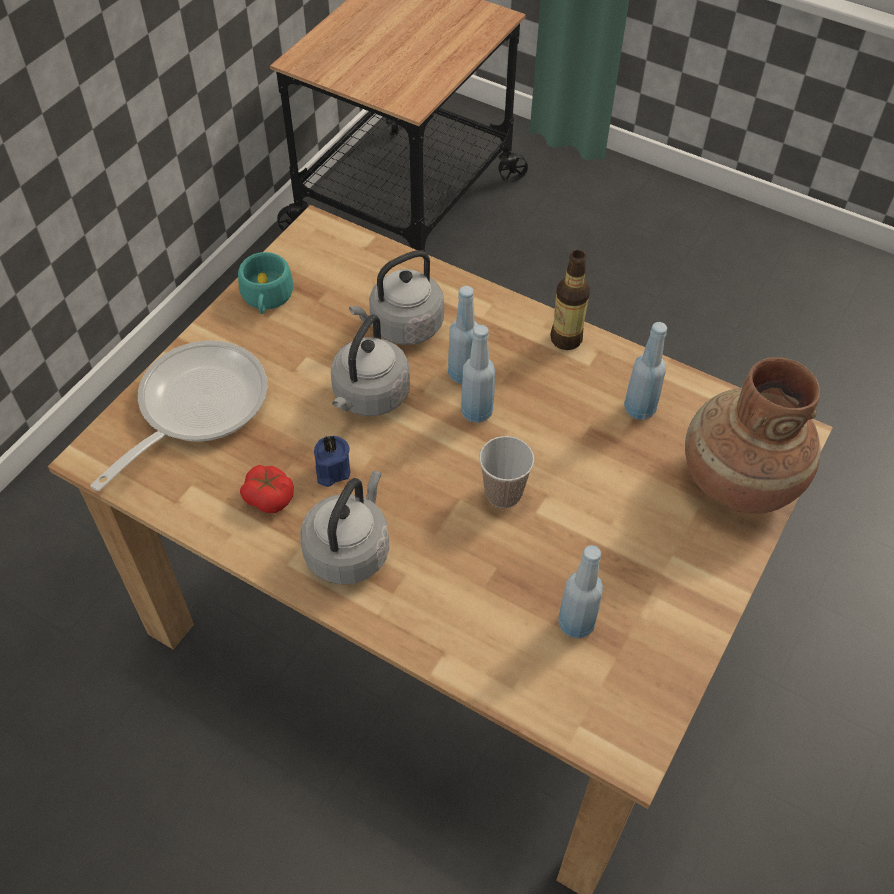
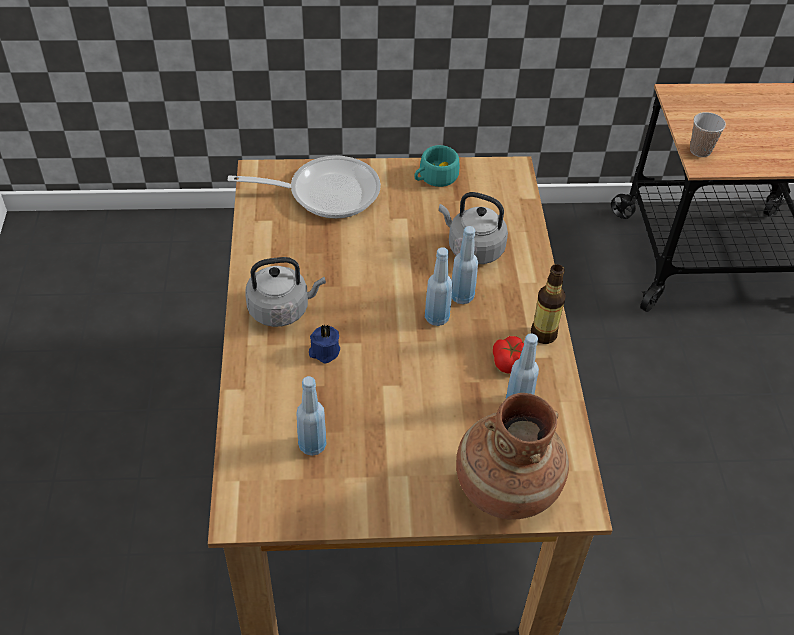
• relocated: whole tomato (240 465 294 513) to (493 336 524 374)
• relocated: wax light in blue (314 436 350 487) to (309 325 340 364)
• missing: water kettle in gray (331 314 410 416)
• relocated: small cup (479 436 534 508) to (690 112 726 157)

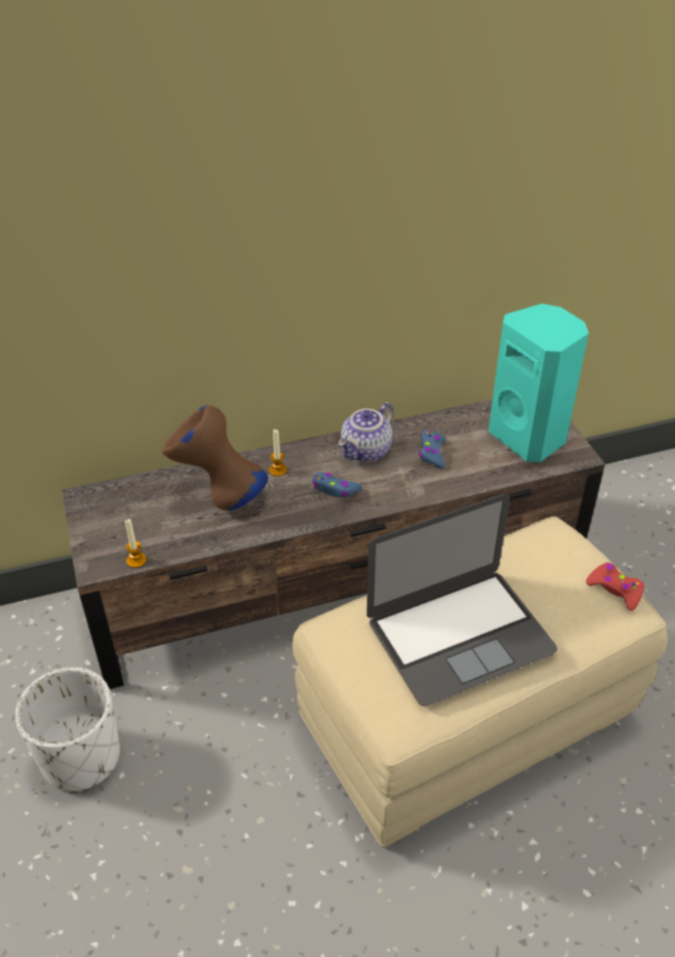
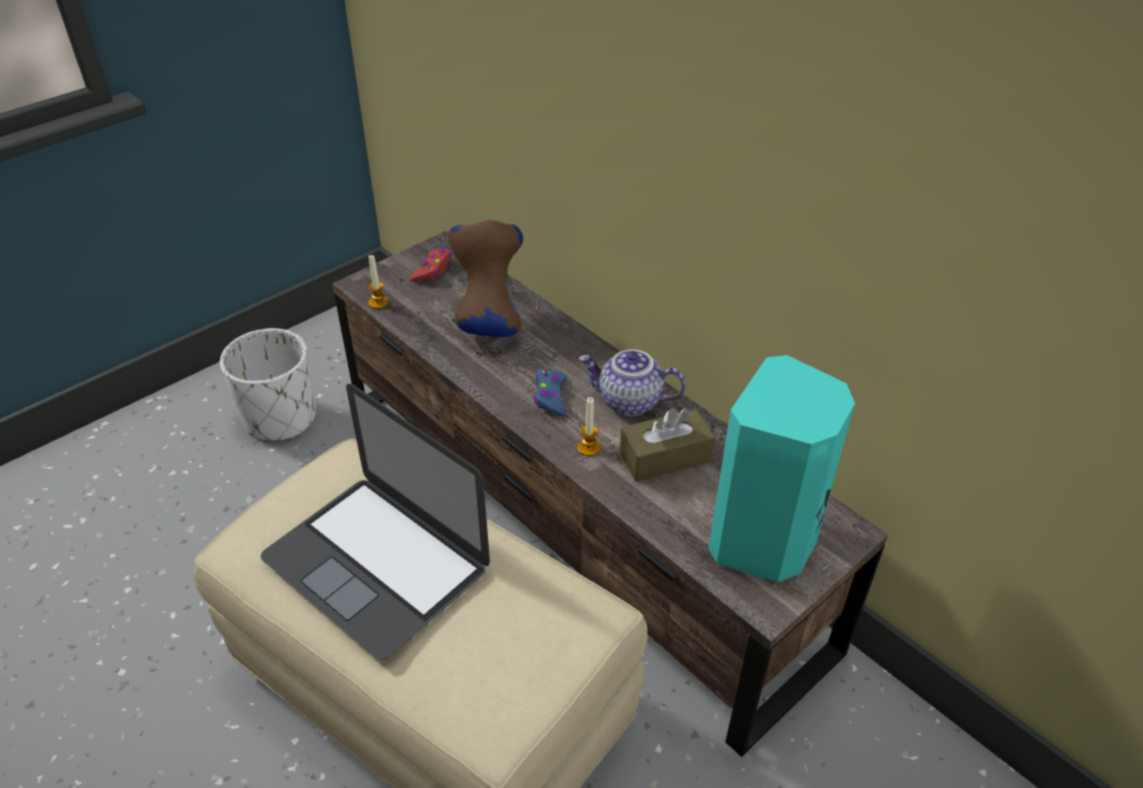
• relocated: wax light (269 429 287 476) to (577 397 600 456)
• exchanged: joypad in blue (419 430 446 469) to tissue holder in brownish (620 408 715 482)
• relocated: joypad in red (586 562 645 611) to (410 248 452 282)

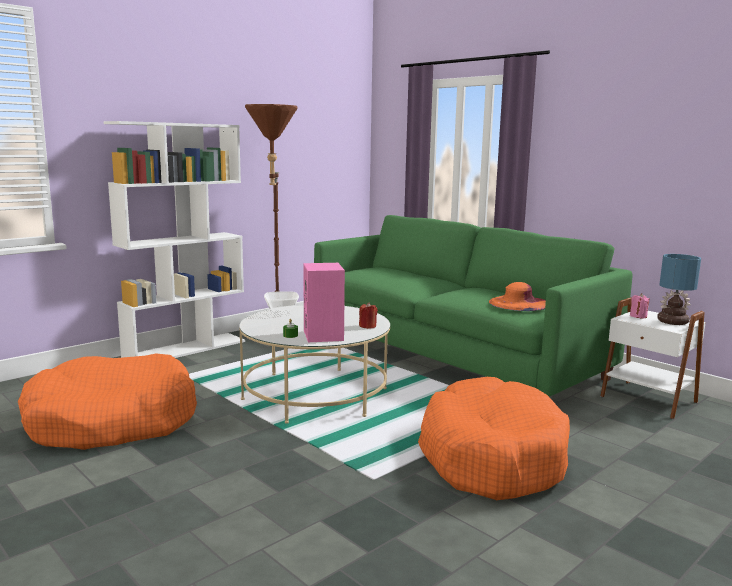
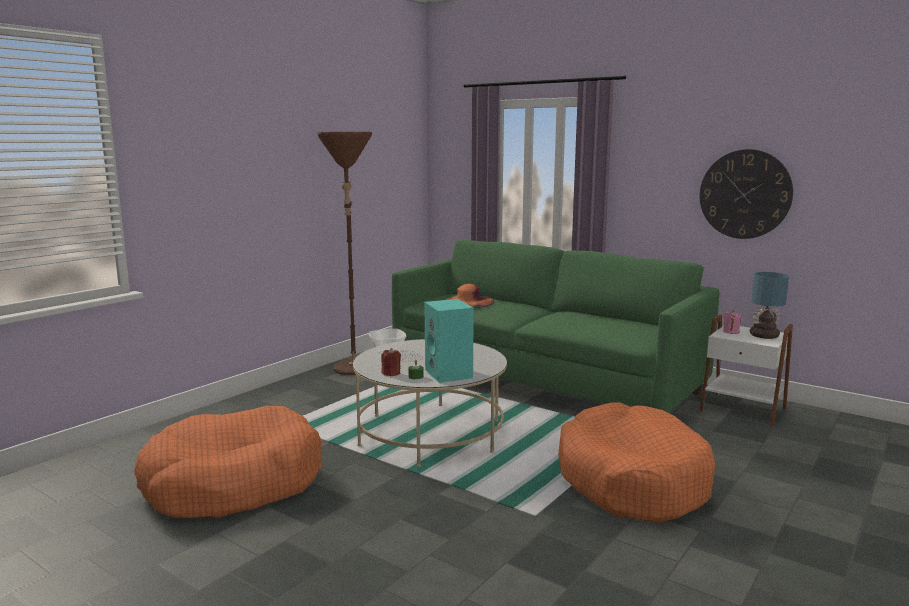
• missing: bookshelf in white (103 121 245 358)
• colour: speaker in pink-coloured (303 263 345 342) to speaker in turquoise (424 299 474 383)
• relocated: wax light in red (359 302 378 329) to (381 348 401 376)
• relocated: wearable hat in orange-coloured (489 282 546 311) to (447 284 494 308)
• appeared: hanging clock (699 149 793 239)

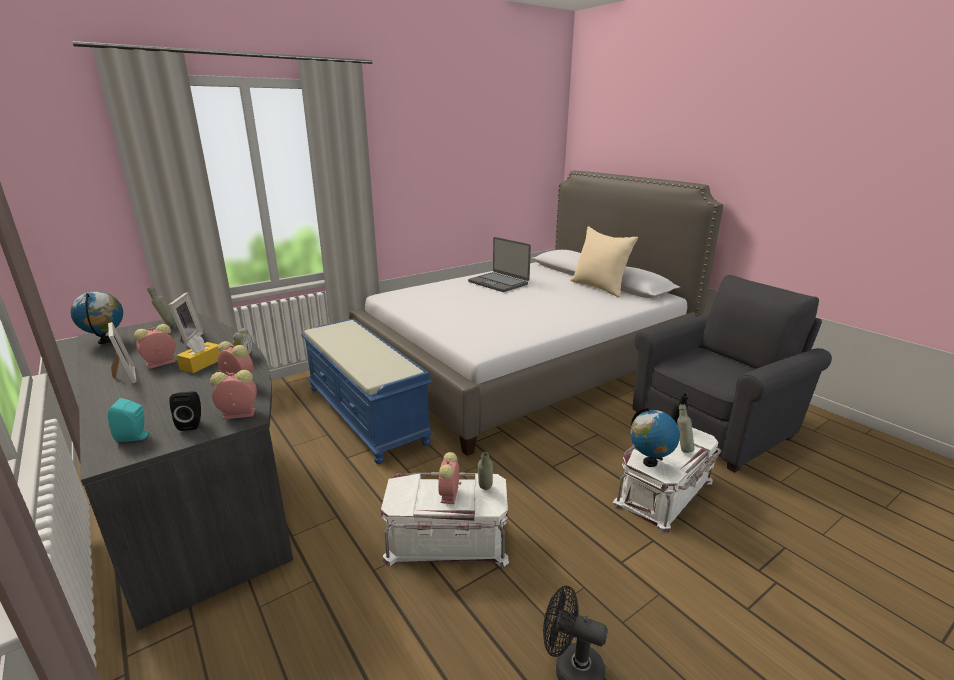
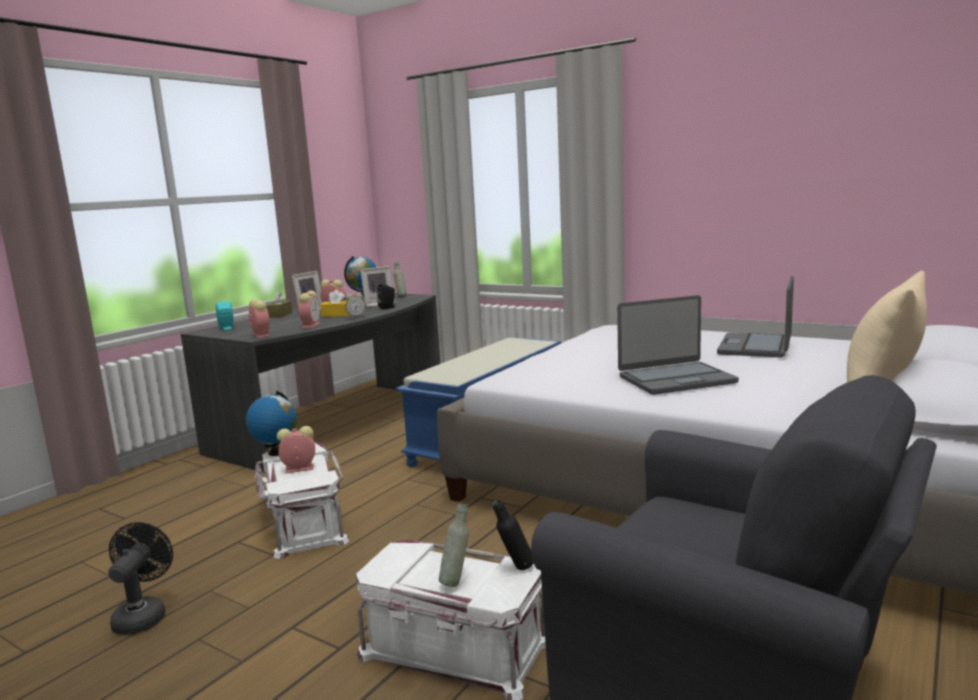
• relocated: speaker in blackish (169 391 201 431) to (377 284 395 309)
• missing: beverage bottle in gray (478 452 493 490)
• relocated: world globe (630 407 680 467) to (246 391 297 456)
• appeared: tissue holder in brownish (266 291 292 318)
• appeared: portable computer (617 295 739 395)

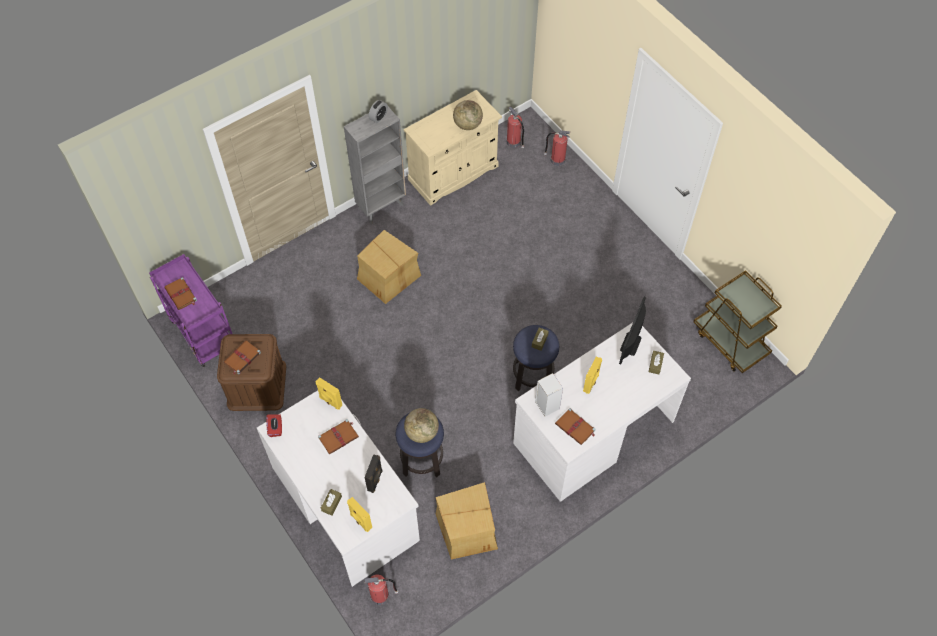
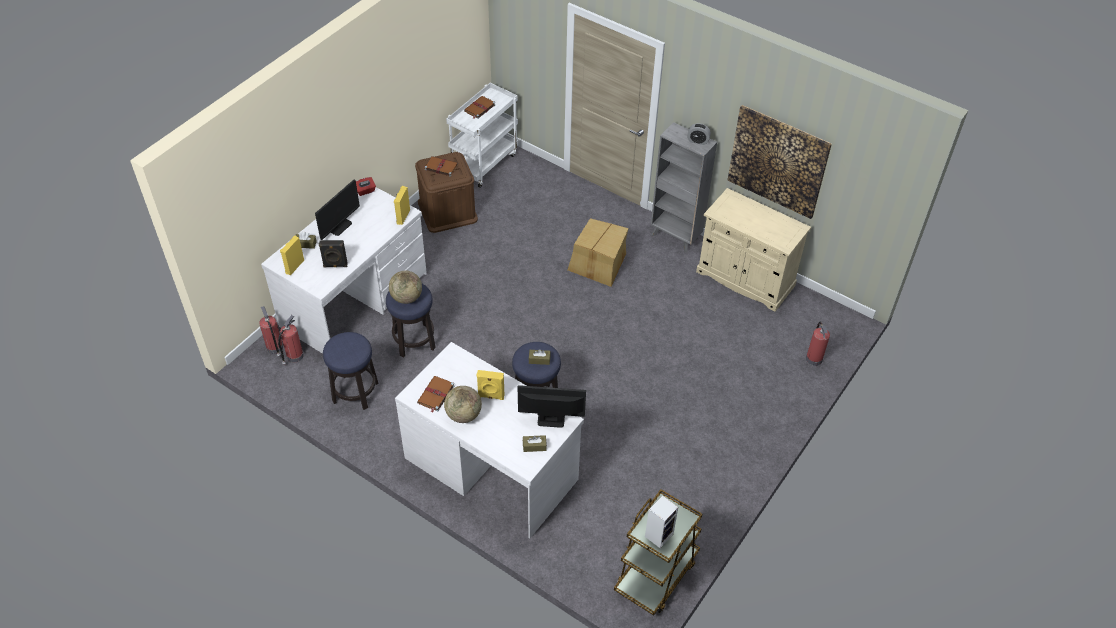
• colour: cart in purple-coloured (149 254 232 367) to cart in white (446 83 518 188)
• missing: bound book in brownish (318 419 359 454)
• exchanged: cardboard box (436 482 498 559) to stool (323 332 379 410)
• relocated: world globe (453 100 483 130) to (444 386 482 423)
• relocated: fire extinguisher (507 106 524 149) to (278 315 304 366)
• relocated: speaker (535 373 563 417) to (645 495 678 548)
• appeared: monitor (315 180 360 240)
• appeared: picture (727 105 832 219)

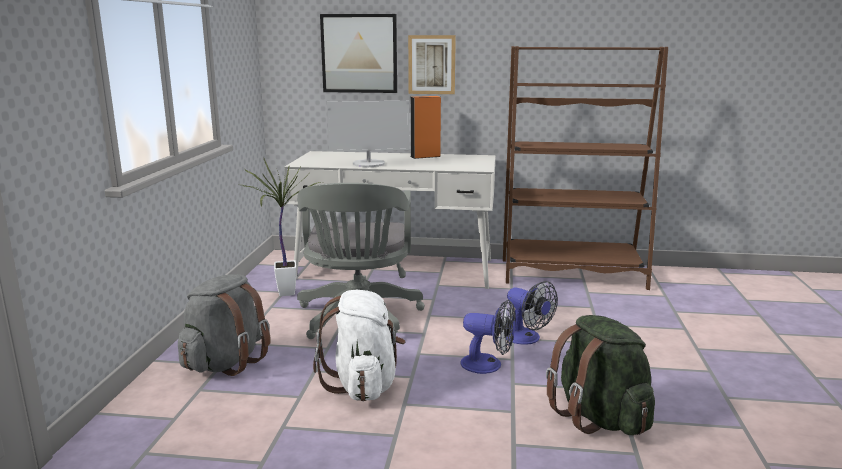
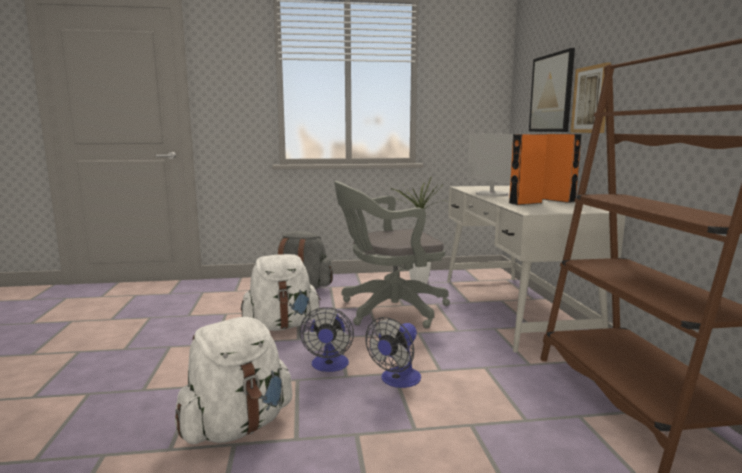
• colour: rucksack in green-coloured (546 315 655 435) to rucksack in white (175 317 293 444)
• appeared: speaker in orange-coloured (509 134 547 205)

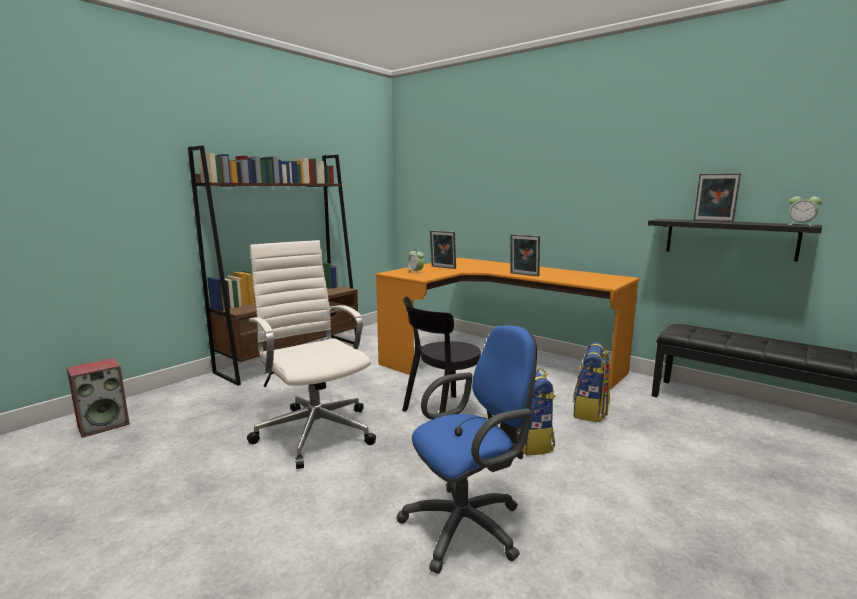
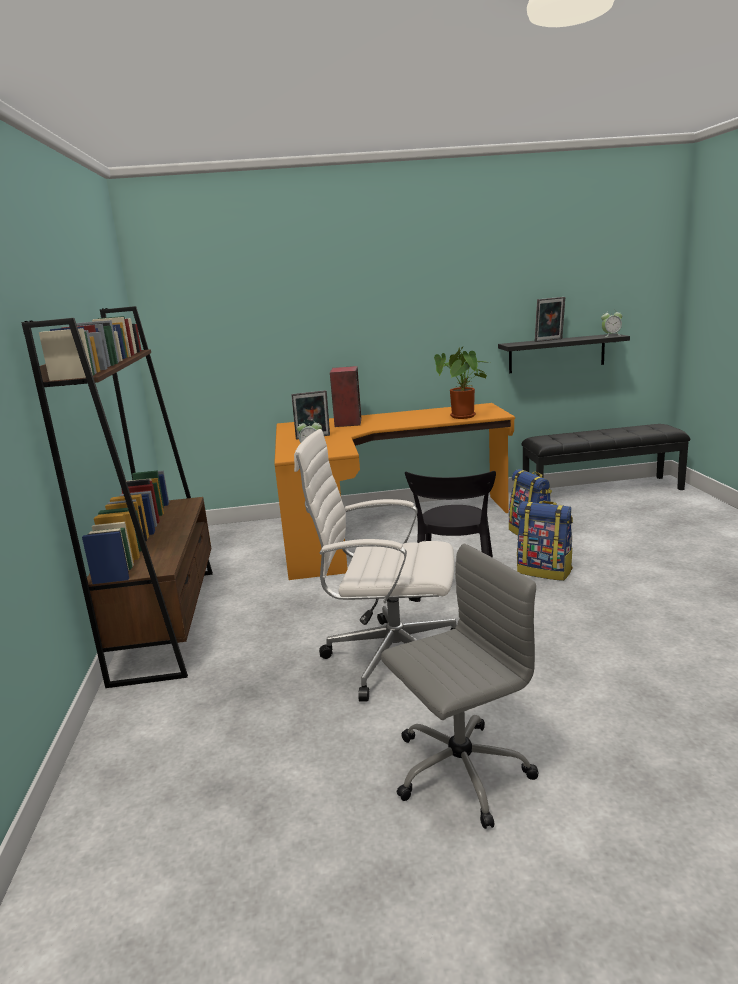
• relocated: speaker (66 358 130 438) to (330 366 361 427)
• missing: office chair in blue (396 325 537 574)
• missing: standing frame (510 234 540 276)
• appeared: office chair in gray (381 544 539 829)
• appeared: plant in a pot (434 347 490 419)

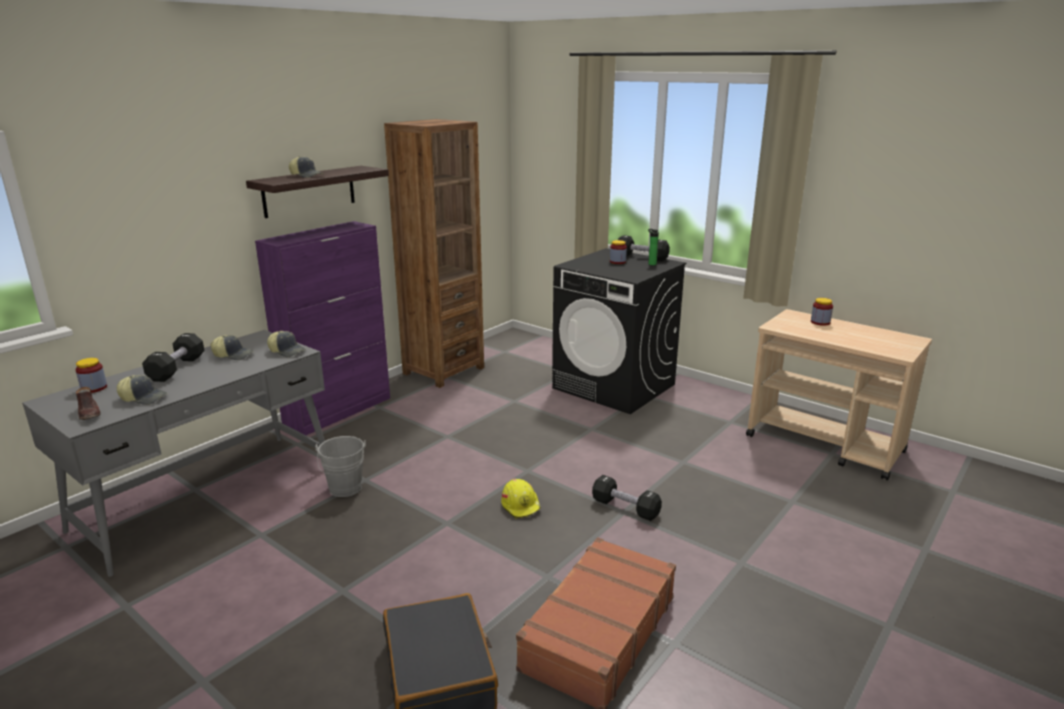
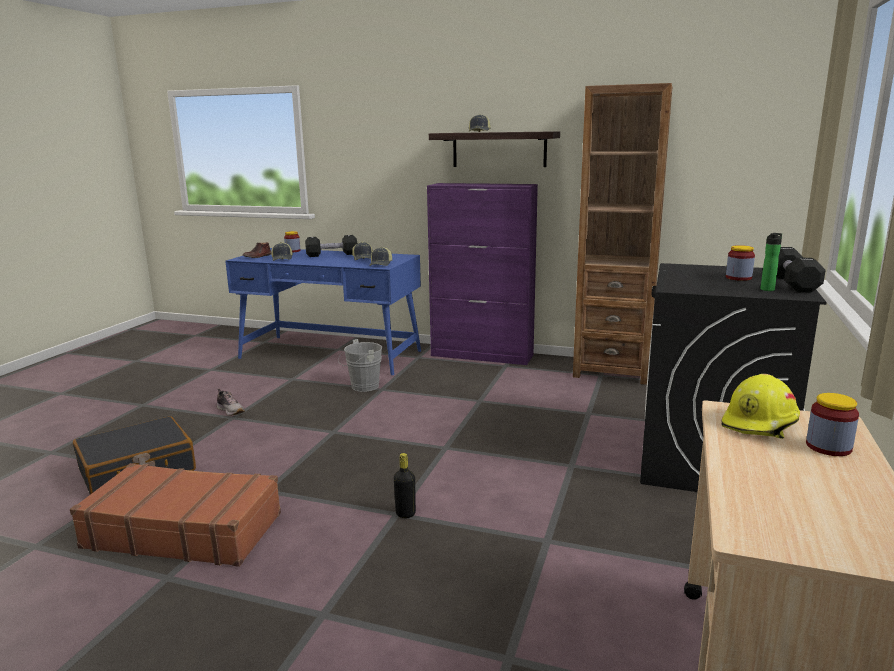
• colour: desk in gray (22 330 325 577) to desk in blue (225 248 421 375)
• relocated: work helmet in yellowish (501 479 541 519) to (721 374 800 439)
• exchanged: dumbbell in blackish (592 475 662 521) to beverage bottle in blackish (394 453 416 518)
• appeared: item of footwear (217 389 245 416)

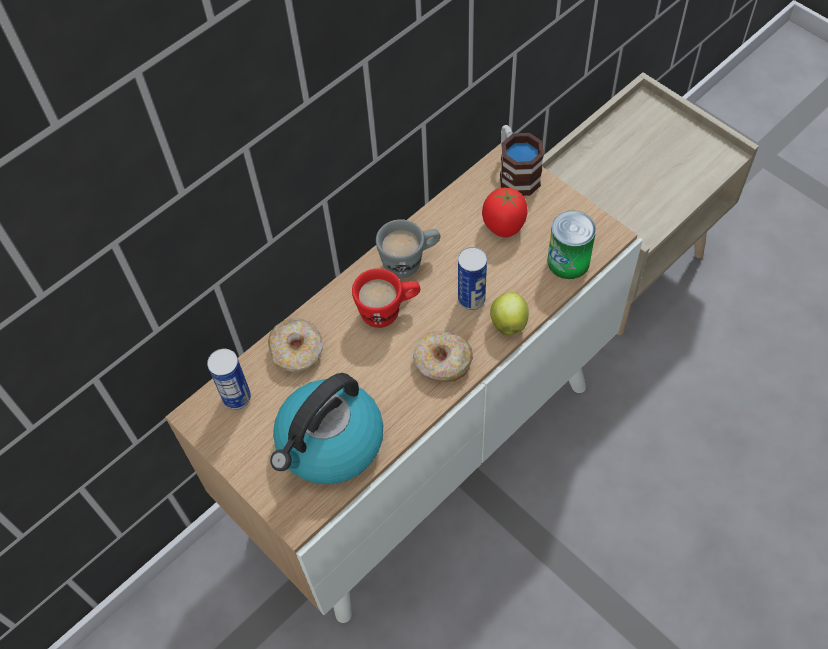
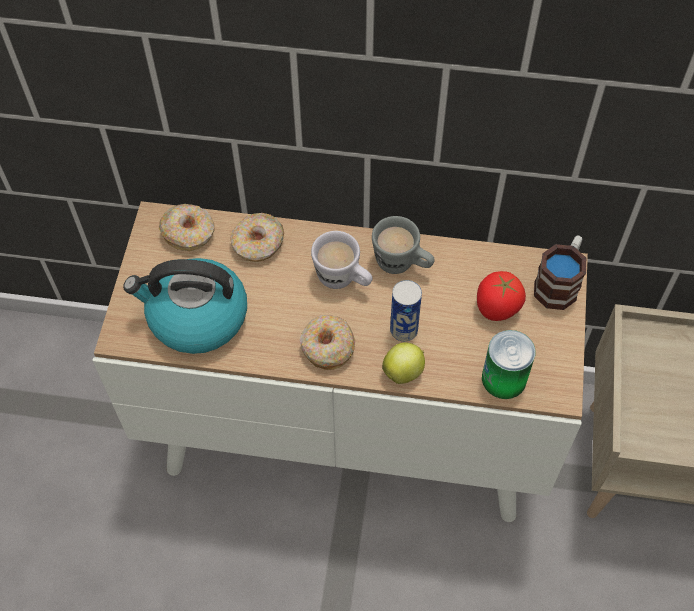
• exchanged: sealed can (207 349 251 410) to doughnut (159 204 214 251)
• colour: mug in red (352 268 420 328) to mug in white (311 231 373 289)

